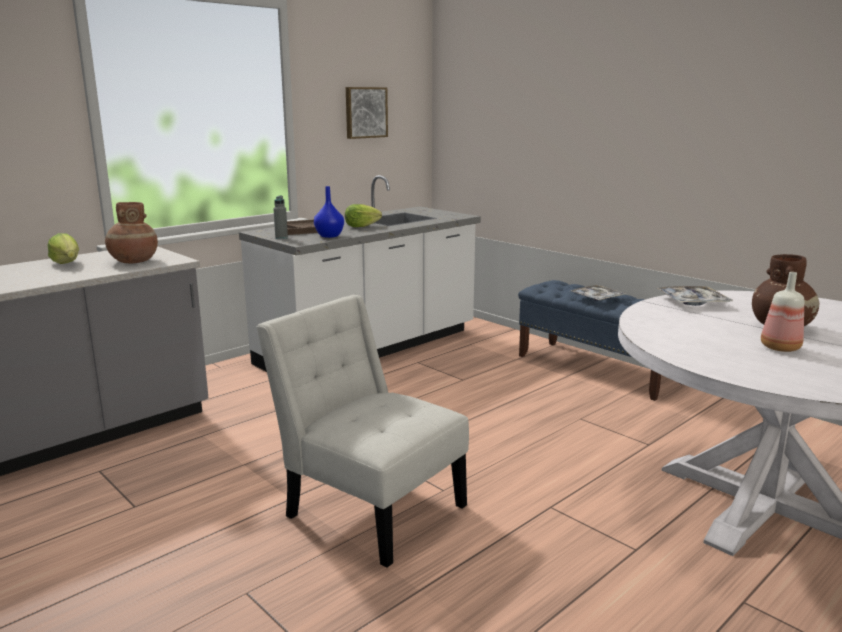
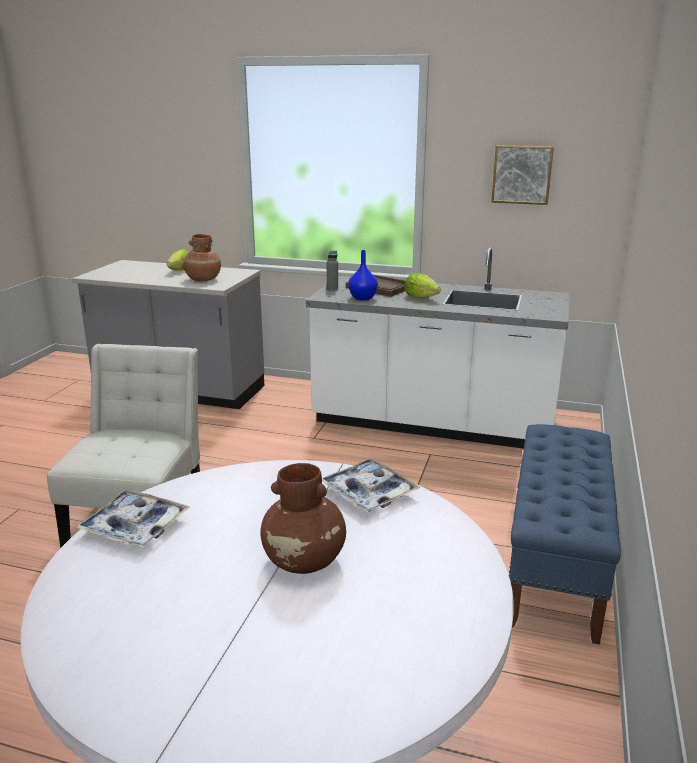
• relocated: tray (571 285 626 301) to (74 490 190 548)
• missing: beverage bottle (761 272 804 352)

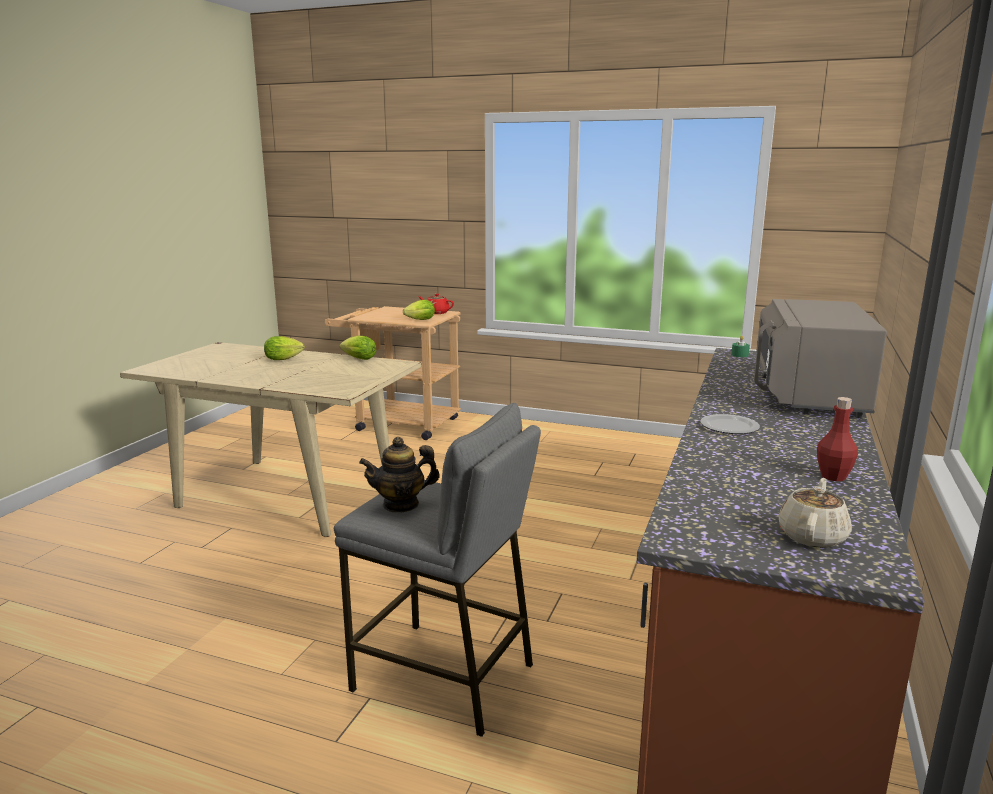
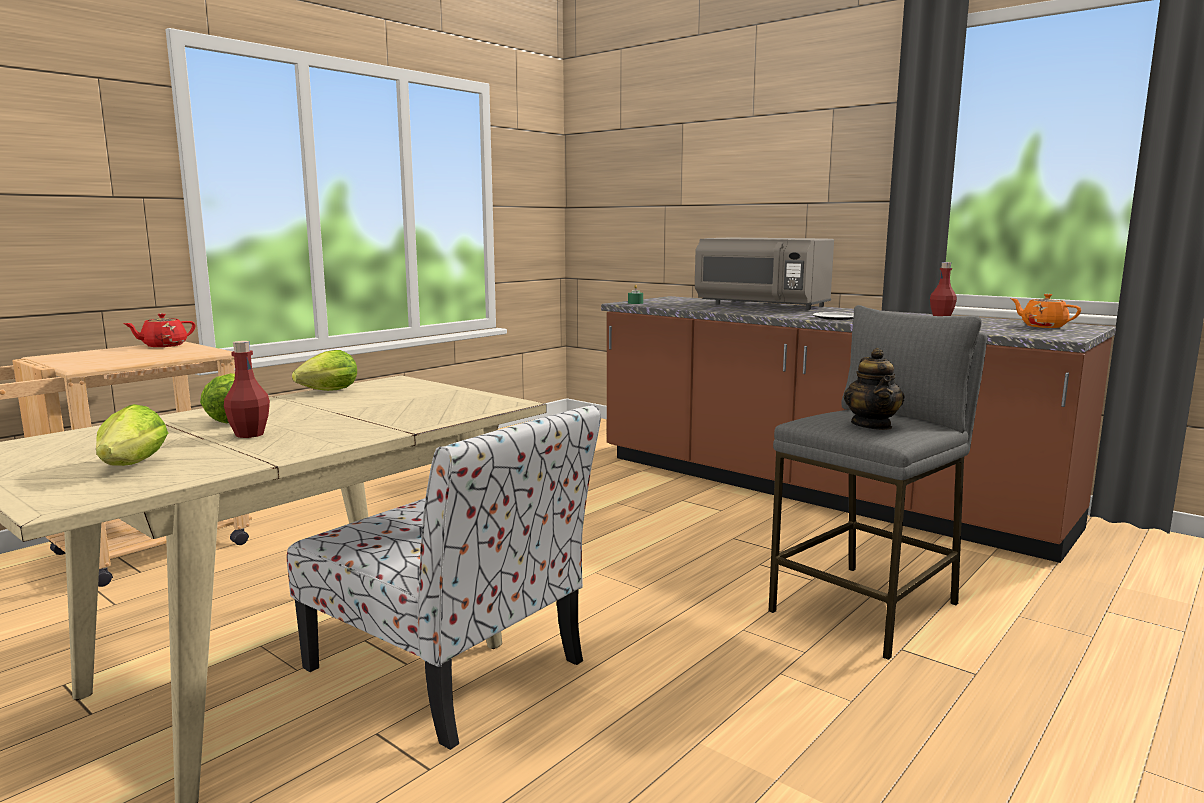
• relocated: lettuce head (403 300 435 320) to (96 404 168 466)
• colour: tea pot in beige-coloured (778 478 852 548) to tea pot in orange-coloured (1010 294 1081 328)
• appeared: beverage bottle in red (224 341 270 438)
• appeared: upright chair (287 405 601 750)

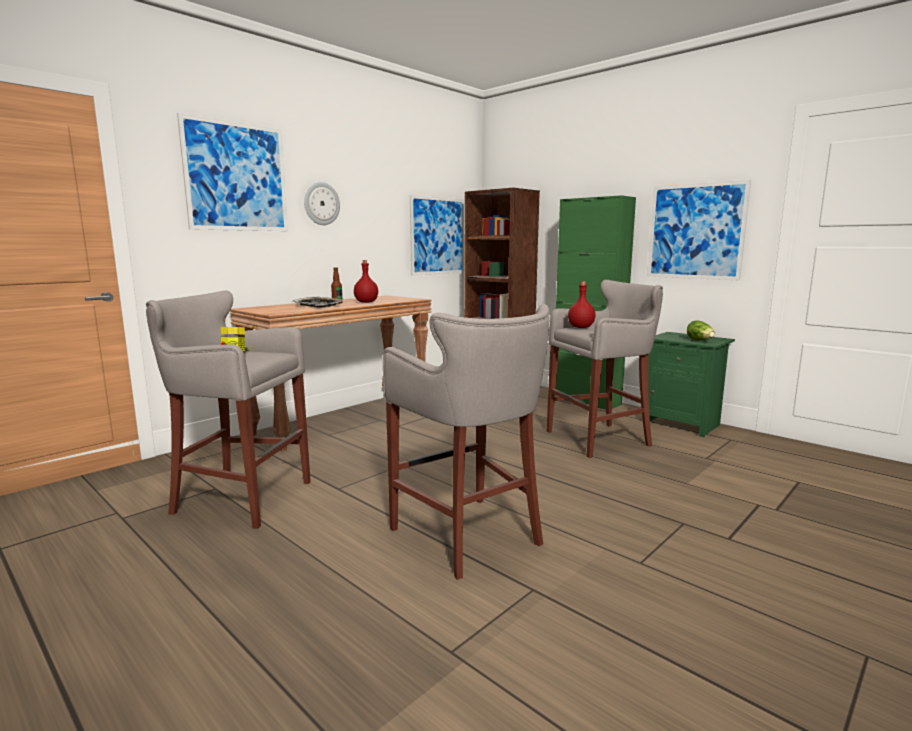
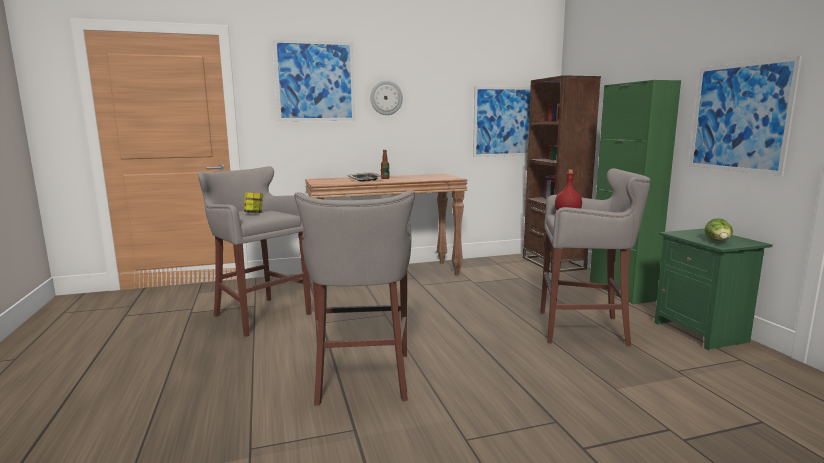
• missing: beverage bottle in red (354 260 378 303)

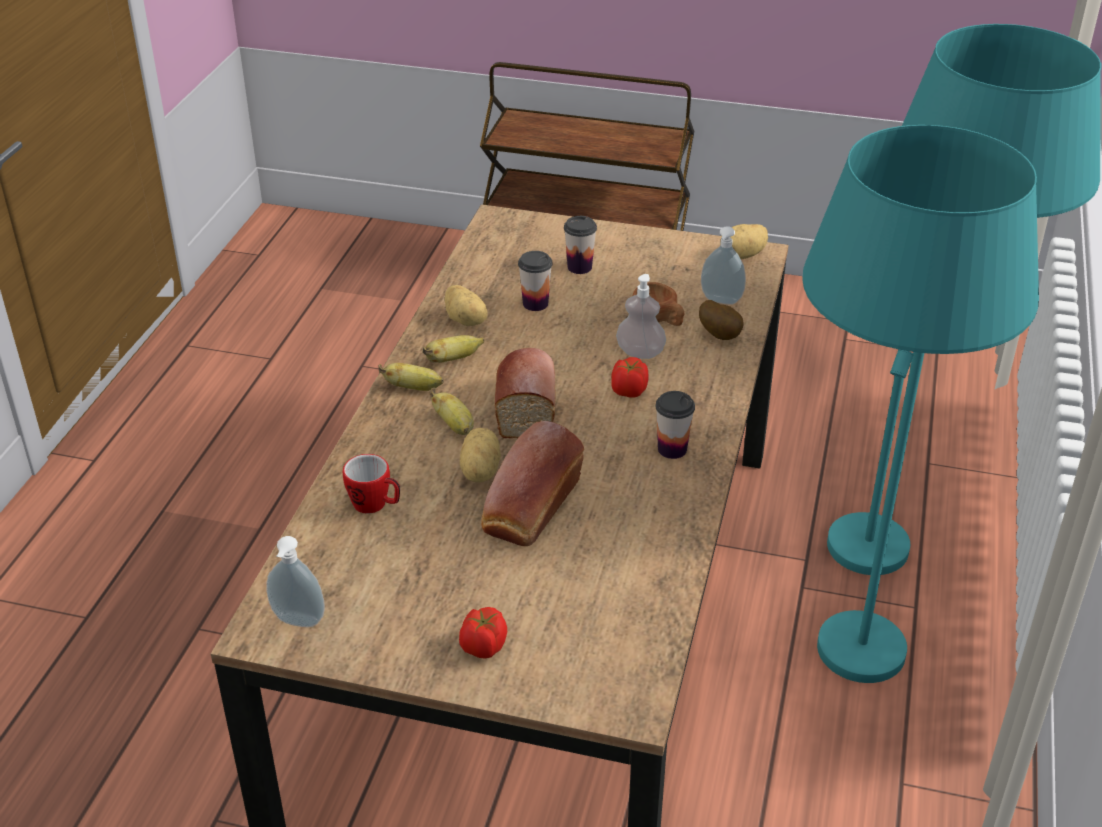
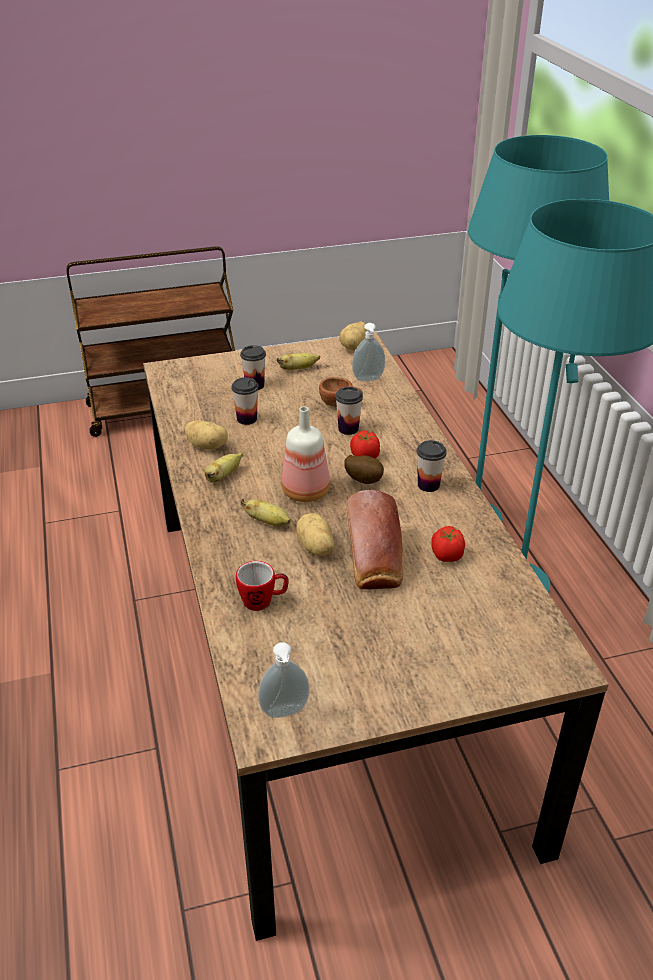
• relocated: whole banana (378 363 444 391) to (277 353 320 370)
• relocated: whole tomato (459 607 507 658) to (431 526 465 562)
• exchanged: baked bread (495 348 556 438) to beverage bottle (282 407 330 502)
• exchanged: liquid soap bottle (616 274 666 359) to small cup (335 387 363 435)
• relocated: potato (699 300 743 340) to (344 455 384 484)

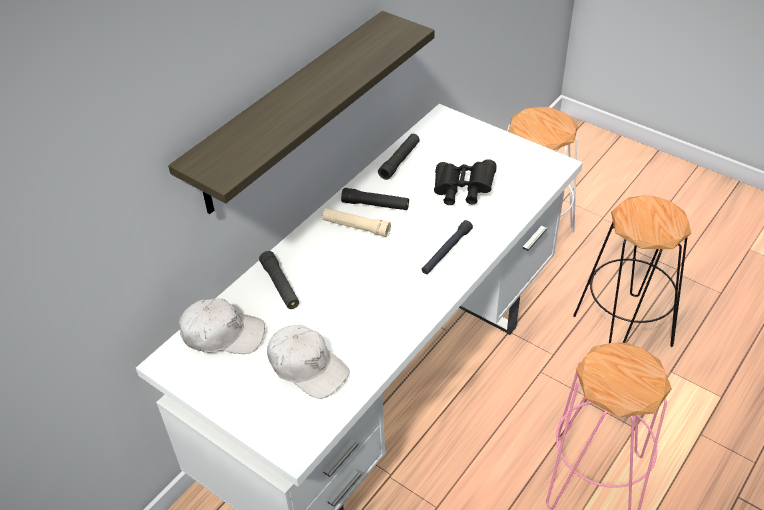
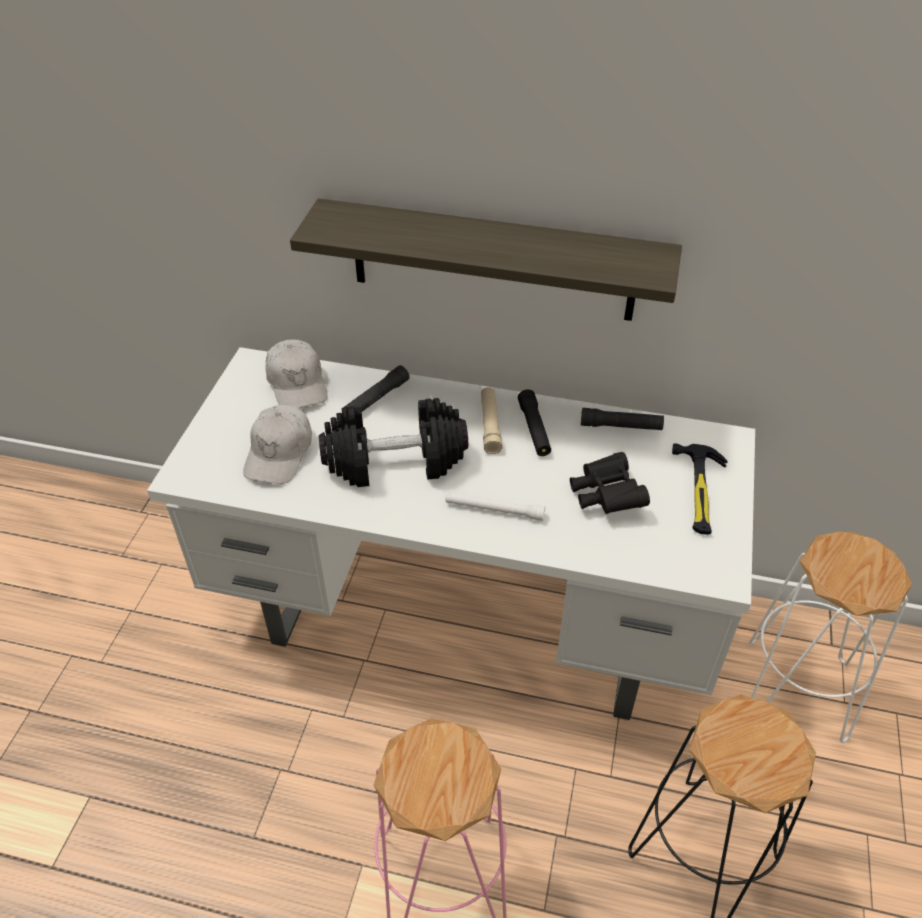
• colour: torch in blackish (422 220 473 274) to torch in white (445 492 545 521)
• appeared: dumbbell in blackish (319 398 468 487)
• appeared: tool hammer (672 444 728 535)

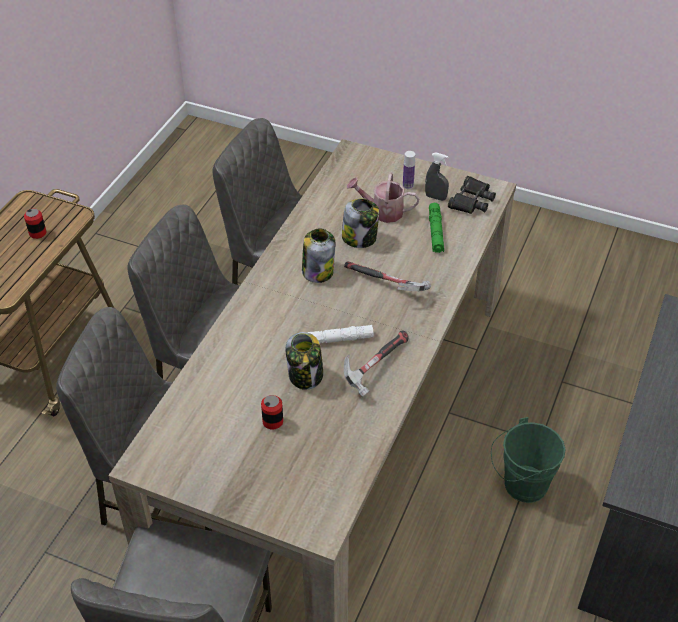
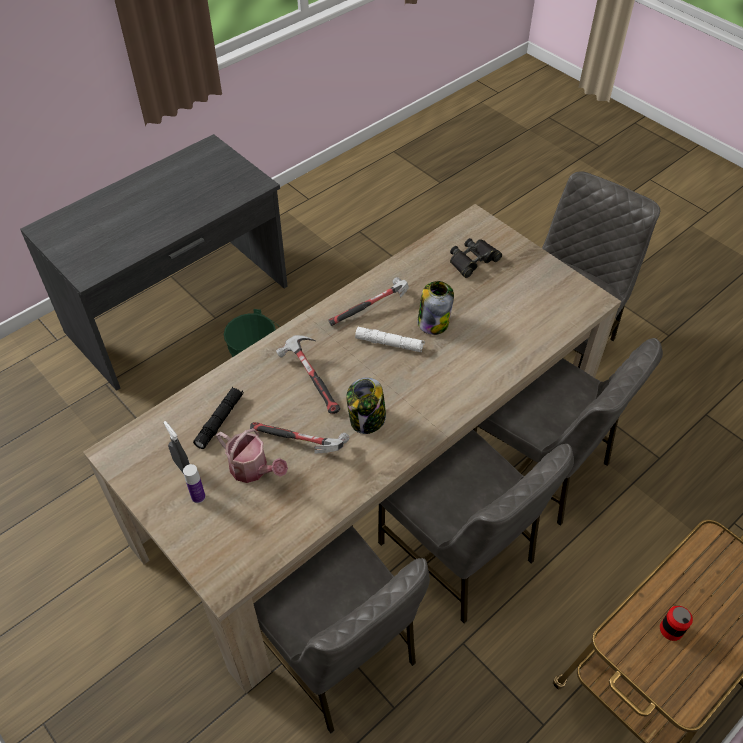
• missing: sealed can (261 395 283 429)
• exchanged: jar (342 198 379 248) to tool hammer (250 422 349 454)
• colour: torch in green-coloured (429 203 444 253) to torch in blackish (193 387 243 449)
• relocated: field glasses in blackish (448 176 496 214) to (450 238 502 278)

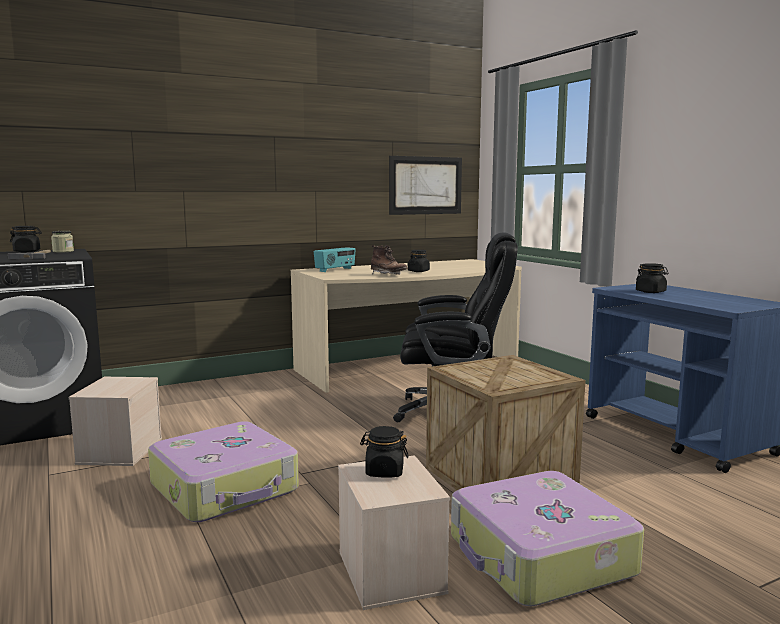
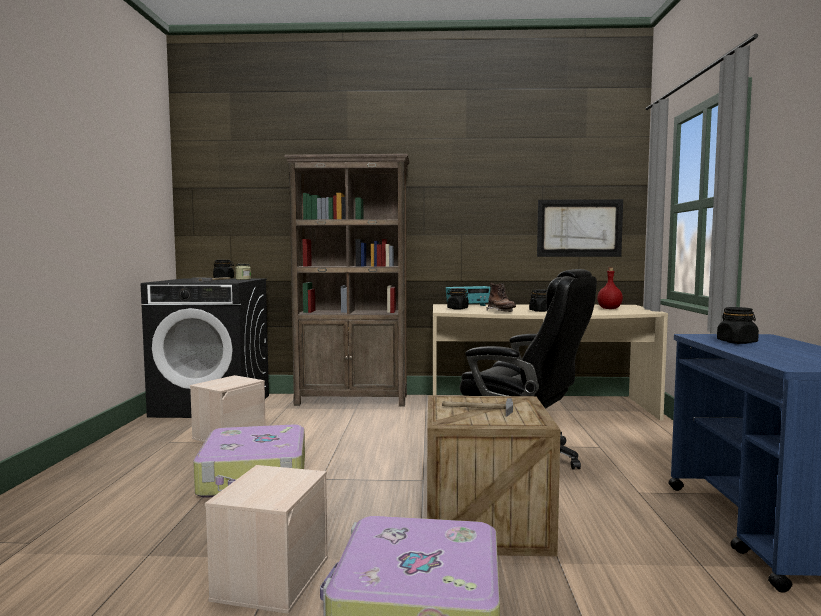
• relocated: jar in blackish (360 426 408 478) to (447 288 469 310)
• appeared: bookshelf in brownish (284 154 410 407)
• appeared: tool hammer (442 398 513 417)
• appeared: beverage bottle in red (597 268 623 309)

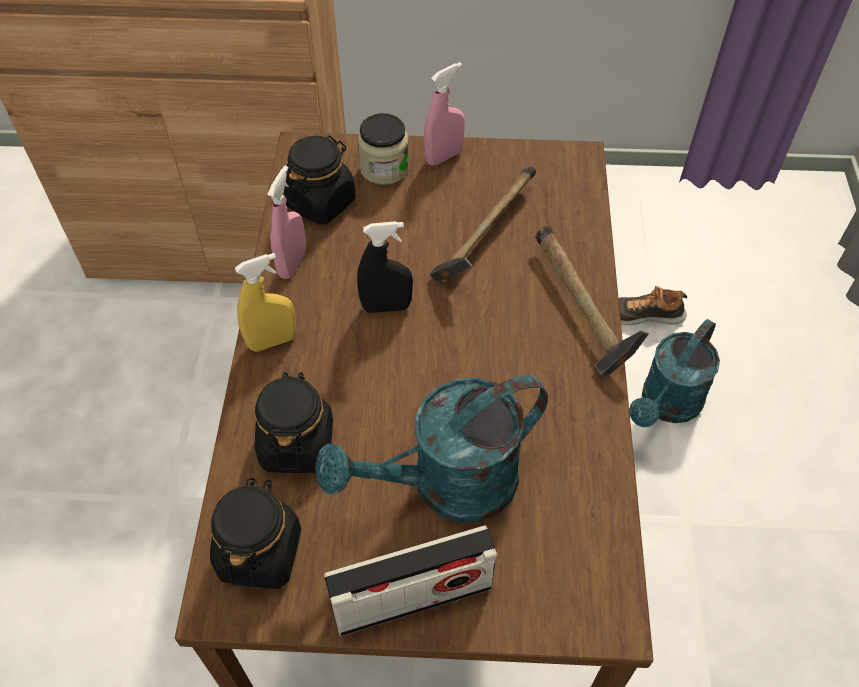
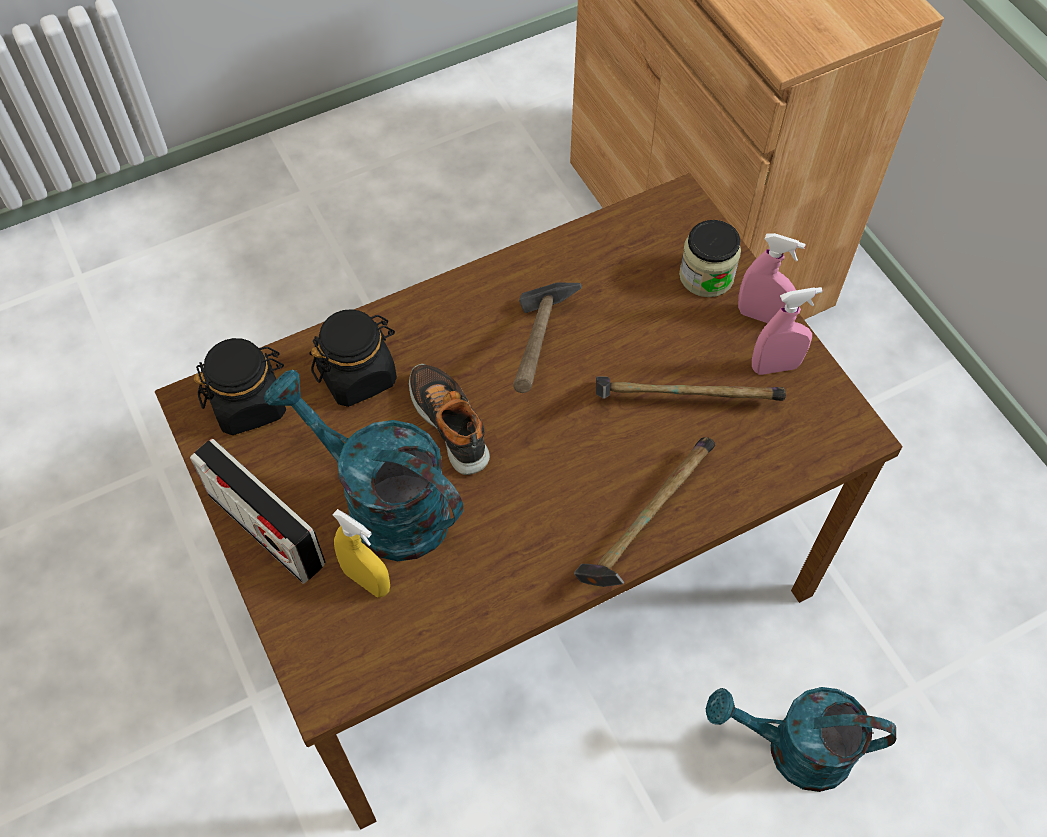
• relocated: sprayer in yellowish (235 253 296 352) to (332 509 390 598)
• relocated: sprayer in pink-coloured (267 166 306 279) to (752 287 823 375)
• missing: jar in blackish (283 136 356 225)
• exchanged: sprayer in blackish (357 221 413 313) to tool hammer (513 282 582 393)
• relocated: item of footwear (619 286 687 325) to (409 364 490 475)

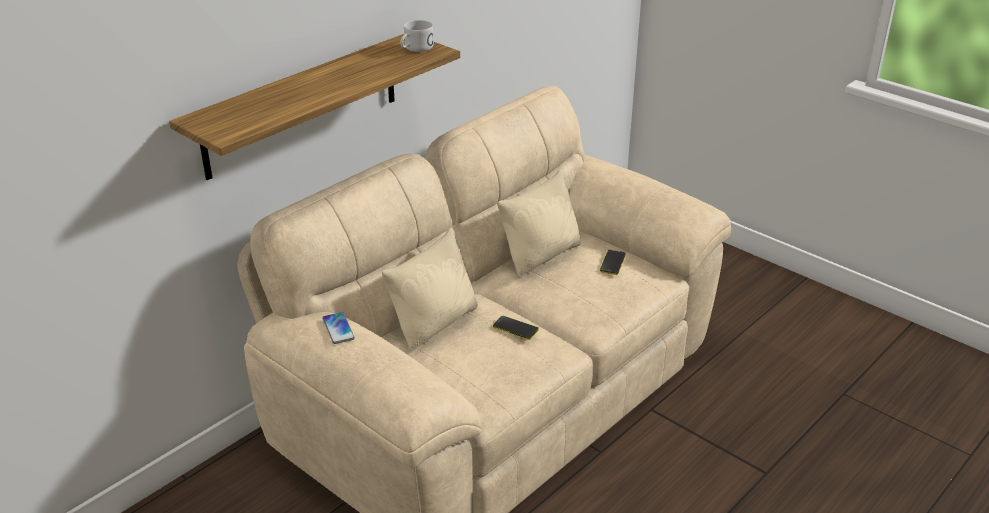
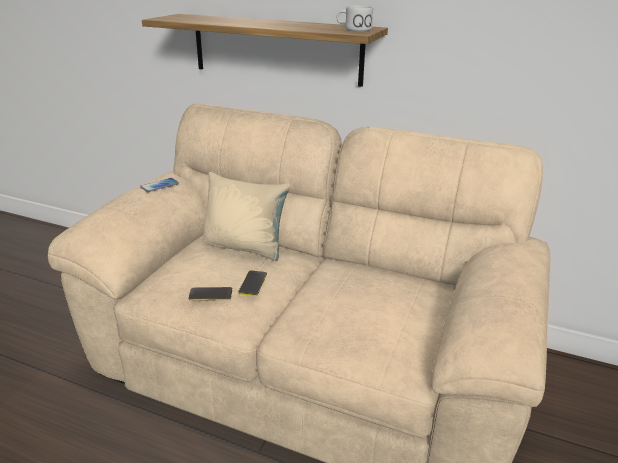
• missing: throw pillow in beige-coloured (497 169 581 277)
• relocated: phone (600 250 626 275) to (189 287 232 300)

